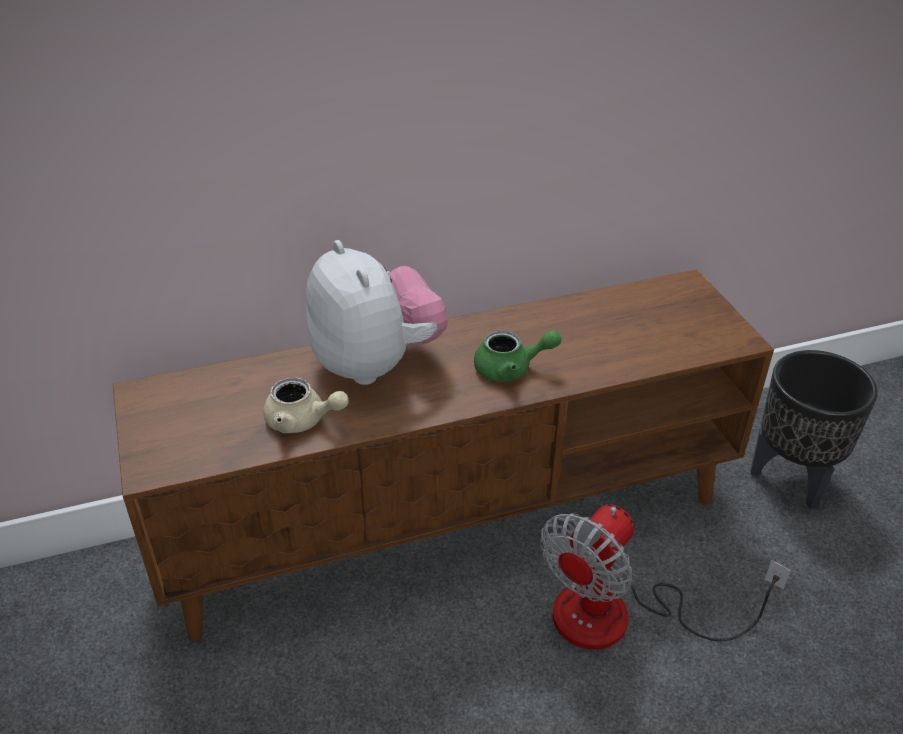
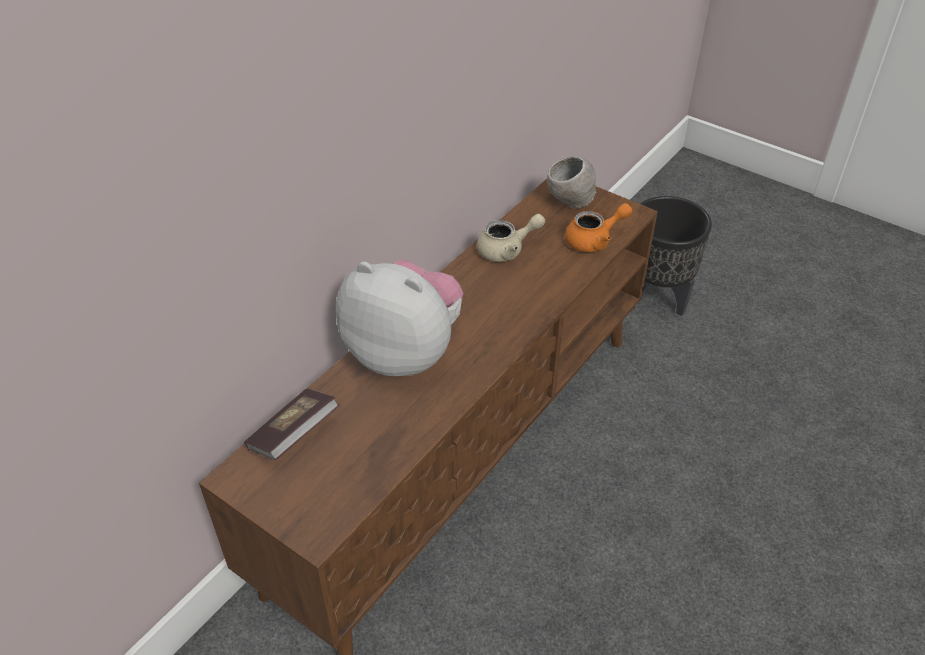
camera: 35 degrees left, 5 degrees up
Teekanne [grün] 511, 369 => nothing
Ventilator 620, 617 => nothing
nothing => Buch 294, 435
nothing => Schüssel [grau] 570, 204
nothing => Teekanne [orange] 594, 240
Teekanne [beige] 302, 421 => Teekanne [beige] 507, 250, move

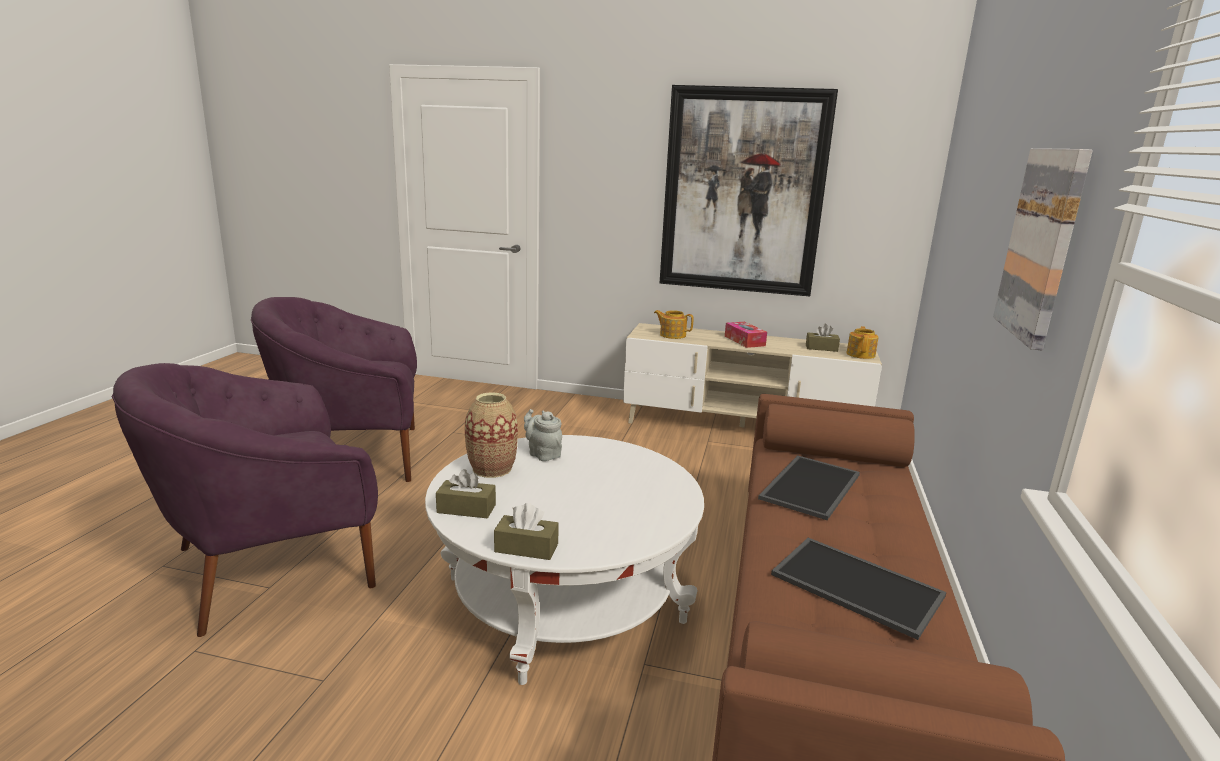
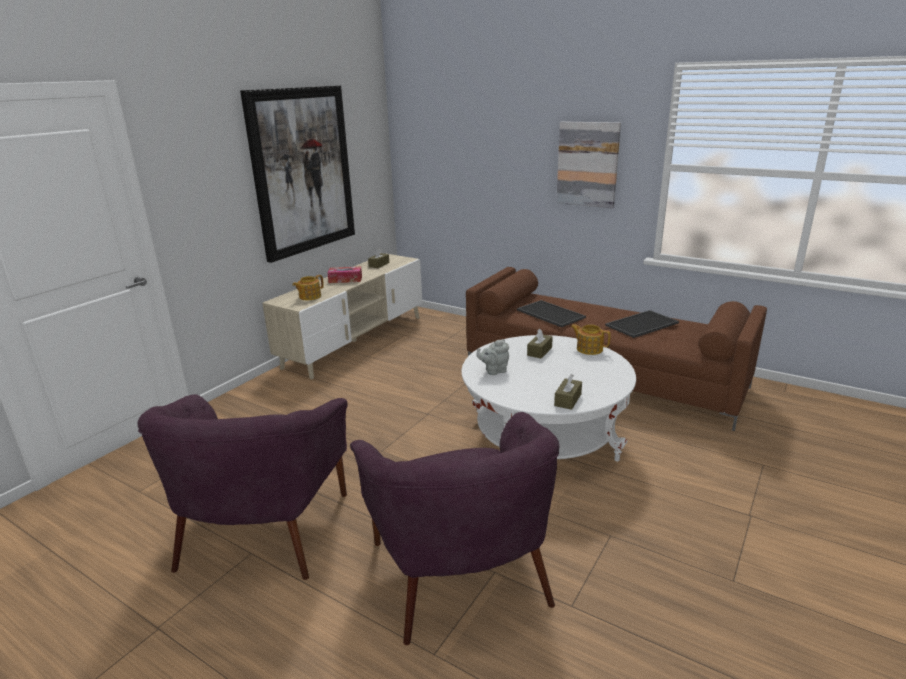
camera: 70 degrees left, 5 degrees up
Vase 492, 469 => nothing
Taschentuchbox [braun] 526, 548 => Taschentuchbox [braun] 539, 351, move
Teekanne 861, 354 => Teekanne 589, 349, move

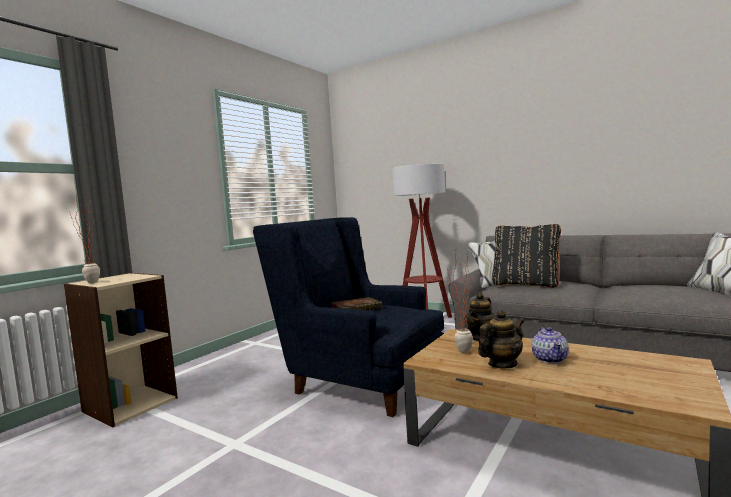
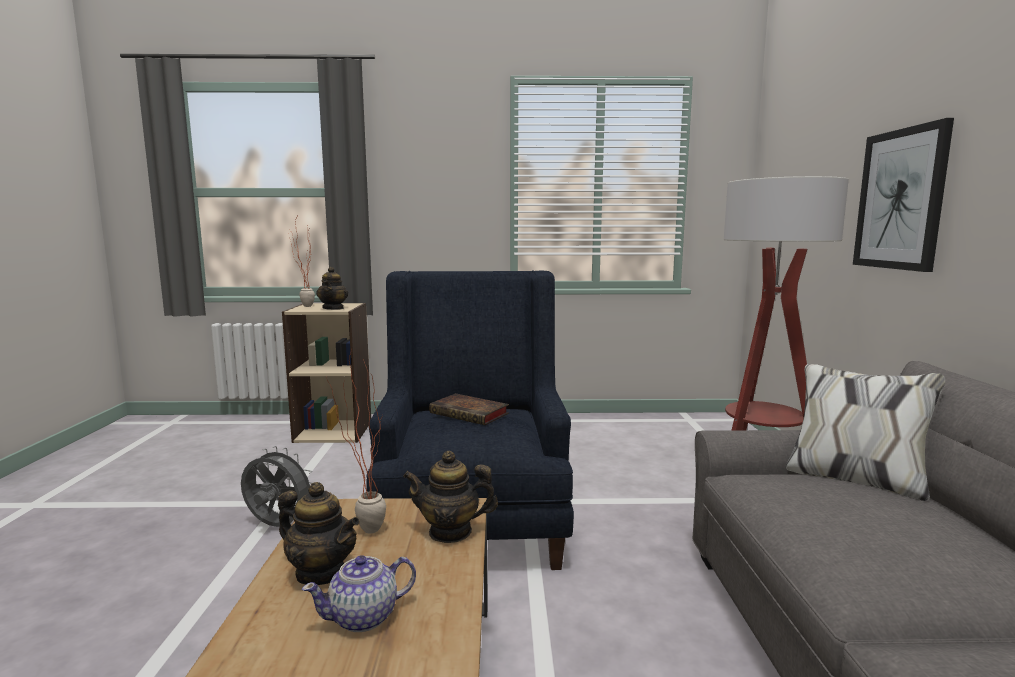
camera: 55 degrees right, 5 degrees up
Kissen [schwarz] 526, 284 => nothing
nothing => Ventilator [grau] 278, 527
nothing => Teekanne 333, 308
nothing => Bild 900, 199

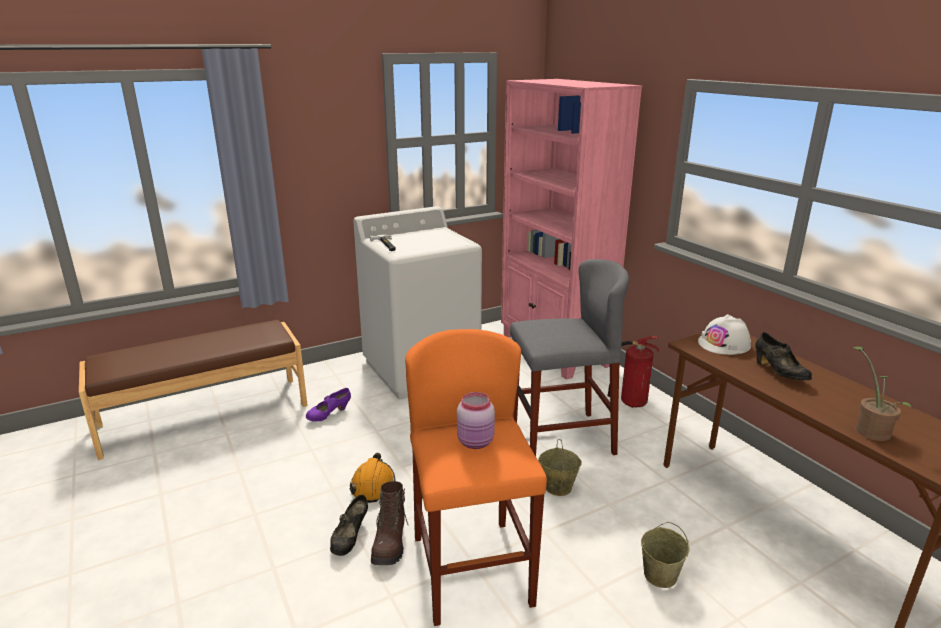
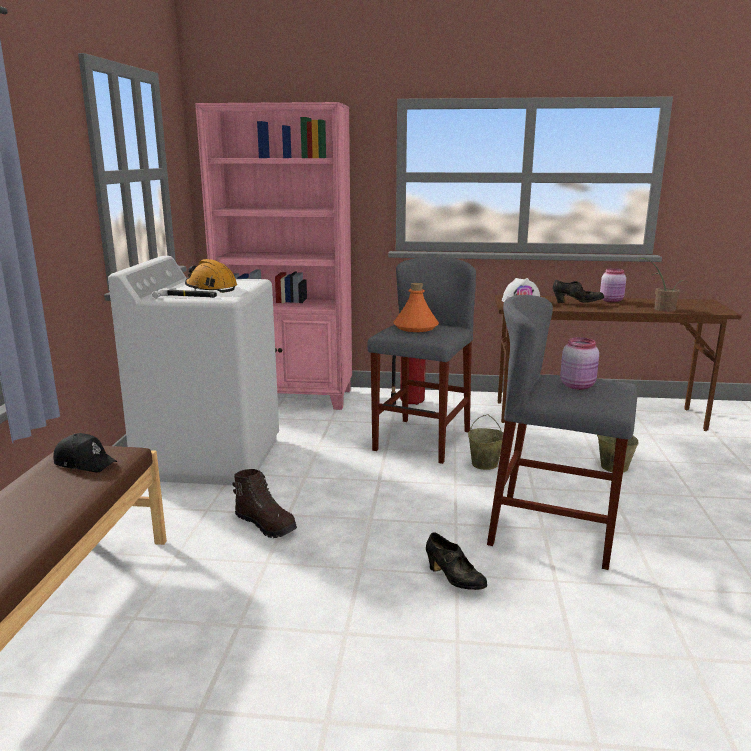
camera: 55 degrees left, 5 degrees down
Schuh [lila] 329, 415 => nothing
nothing => Kappe [schwarz] 85, 462
nothing => Flasche [orange] 415, 327
nothing => Vorratsglas [rosa] 612, 301
Schutzhelm [orange] 373, 485 => Schutzhelm [orange] 211, 288, move
Stiefel [braun] 390, 542 => Stiefel [braun] 266, 524, move
Hocker [orange] 472, 570 => Hocker [grau] 553, 532

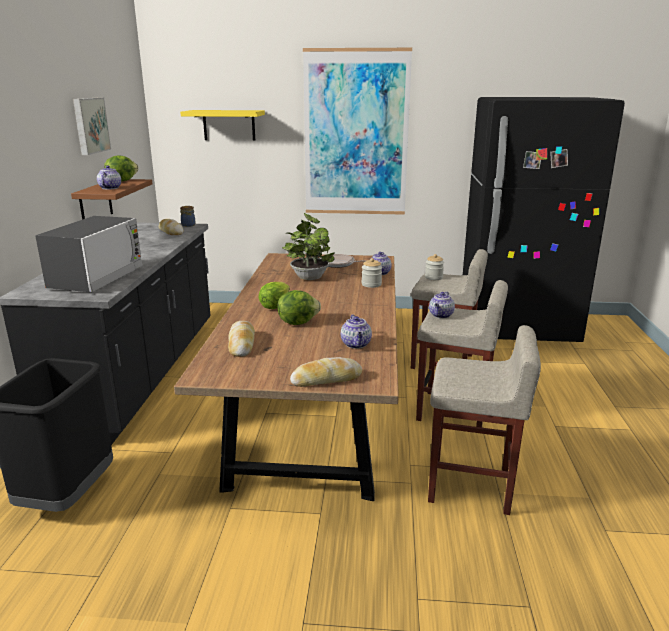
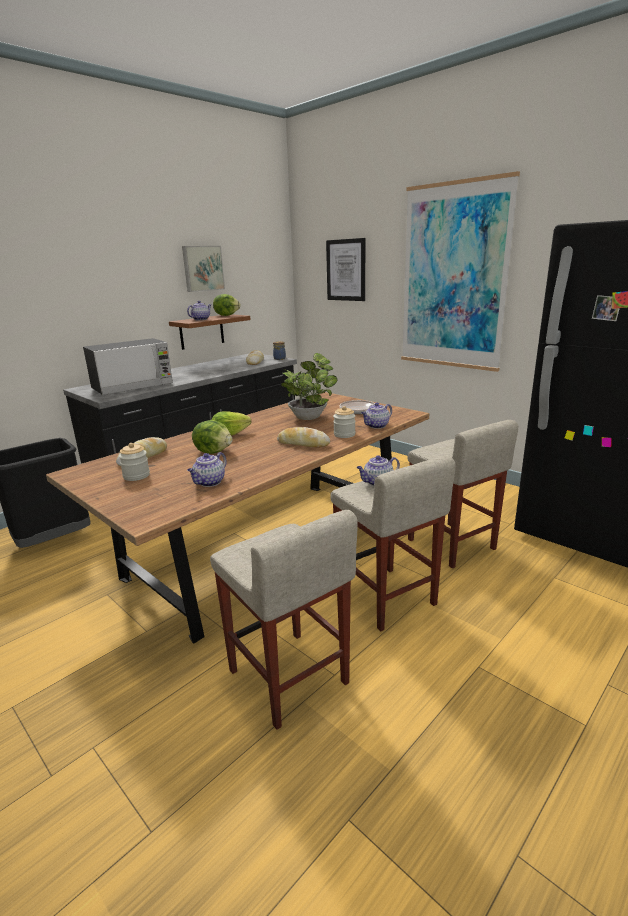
camera: 40 degrees right, 0 degrees up
Brot 326, 379 => Brot 303, 444, move
Vorratsglas 433, 277 => Vorratsglas 136, 476, move
Wandregal [gelb] 229, 125 => Bild 346, 270

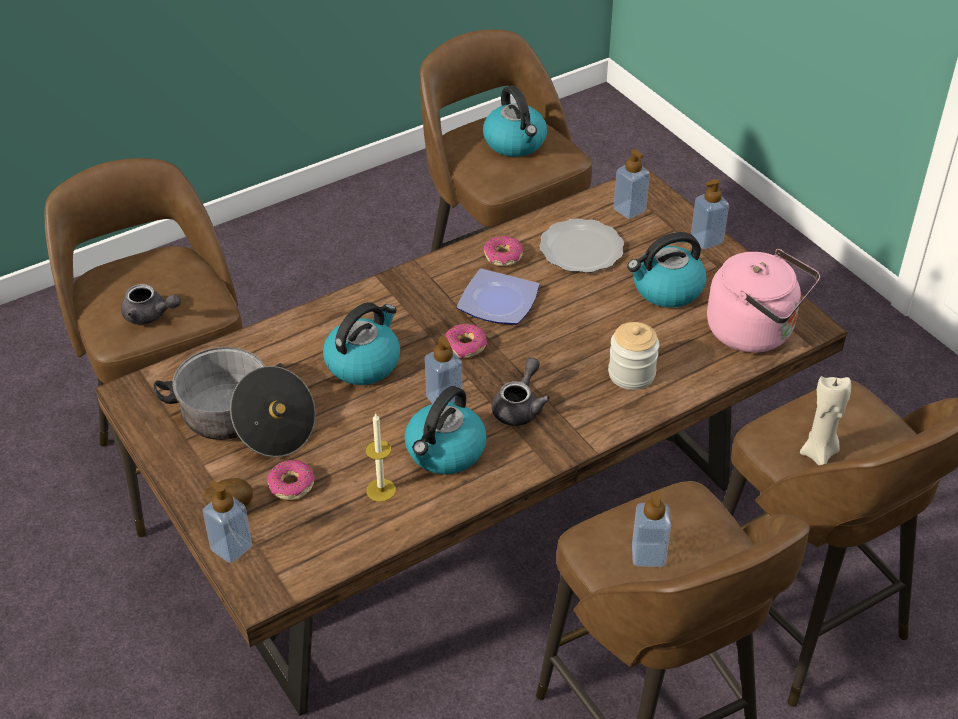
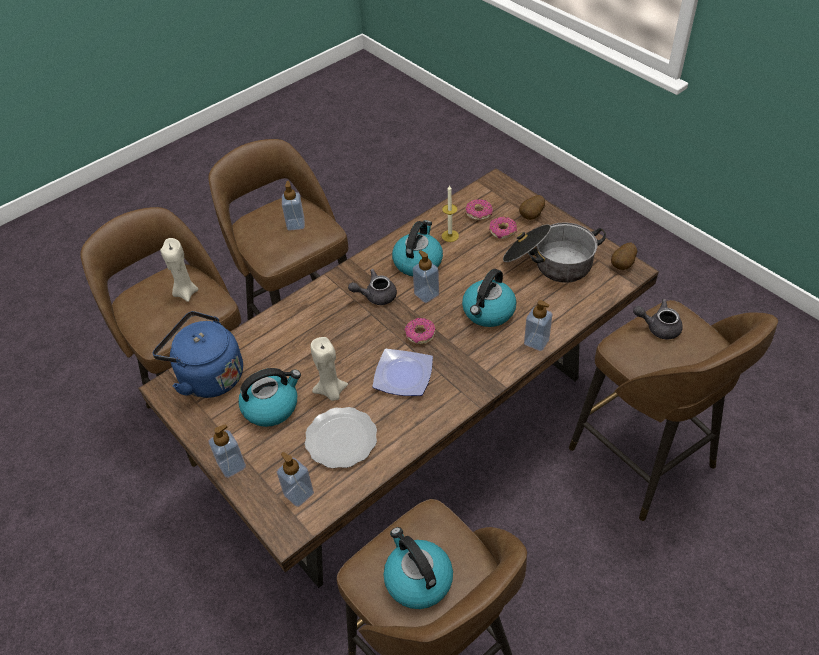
camera: 175 degrees right, 5 degrees up
Vorratsglas 631, 374 => nothing
nothing => Kerze [beige] 331, 391
nothing => Kartoffel 623, 265
Seifenspender 231, 547 => Seifenspender 536, 342, move
Donut 503, 257 => Donut 478, 213, move
Wasserkessel [rosa] 755, 332 => Wasserkessel [blau] 208, 376
Teekanne [grau] 520, 407 => Teekanne [grau] 376, 296, 60 degrees clockwise

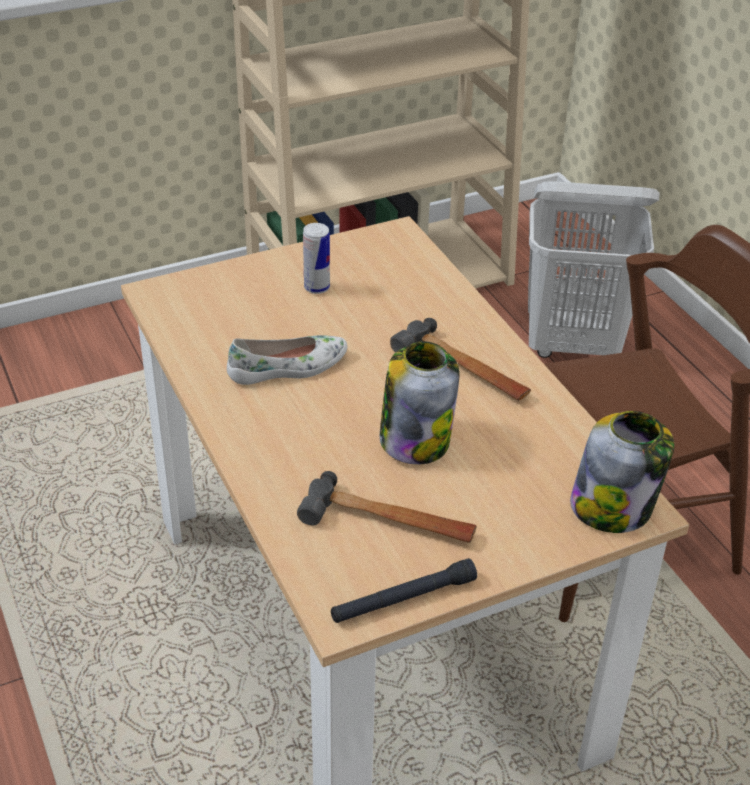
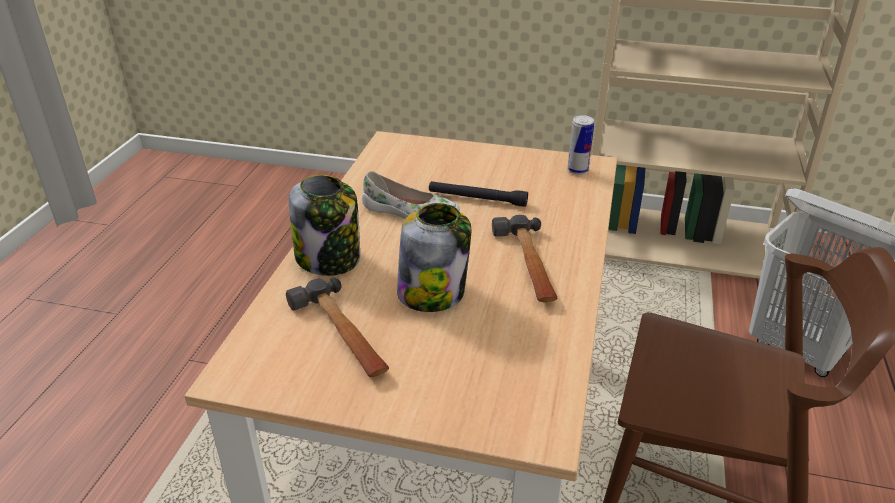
camera: 40 degrees right, 5 degrees down
Dose 317, 287 => Dose 577, 170, move
Taschenlampe [schwarz] 403, 599 => Taschenlampe [schwarz] 477, 199, move
Vorratsglas 613, 507 => Vorratsglas 329, 259, move

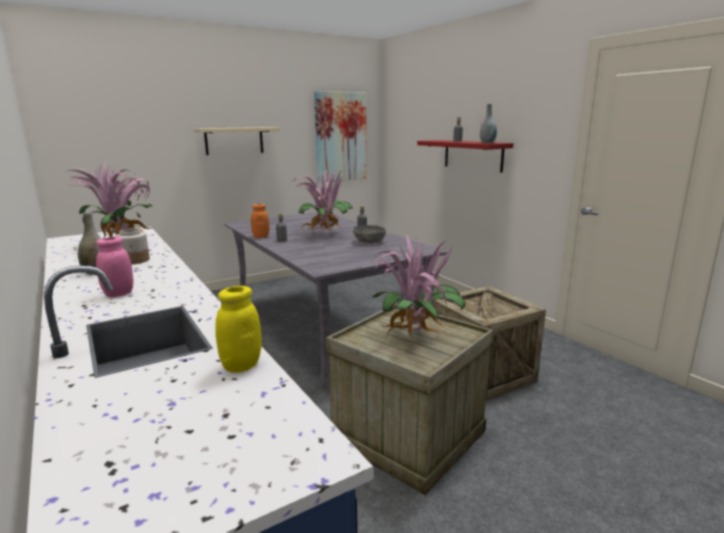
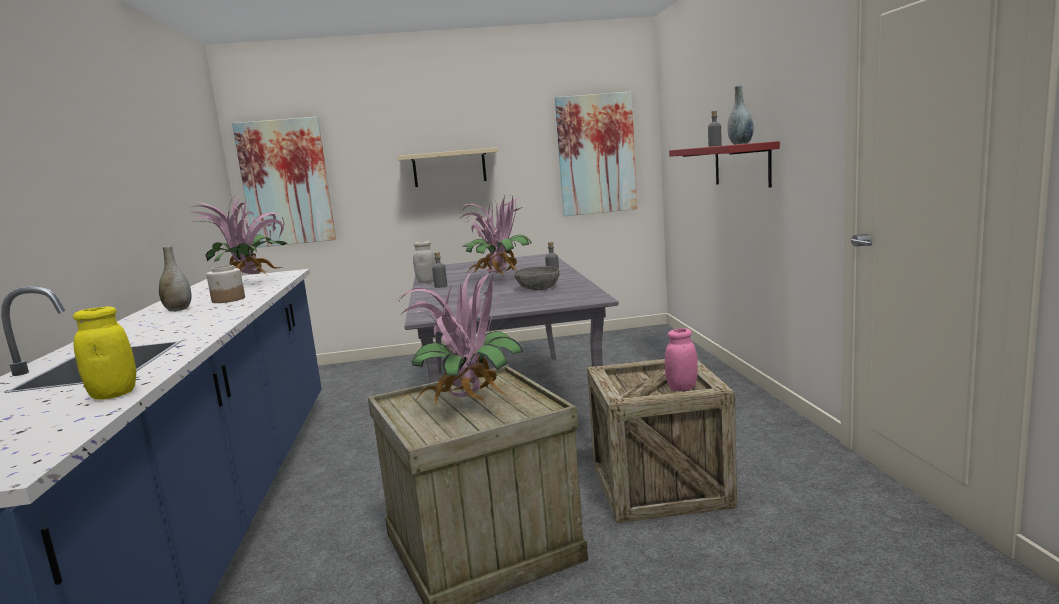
camera: 25 degrees right, 5 degrees down
nothing => Bild 286, 183
Vorratsglas [rosa] 118, 294 => Vorratsglas [rosa] 682, 388, move
Vorratsglas [orange] 261, 237 => Vorratsglas [weiß] 426, 282

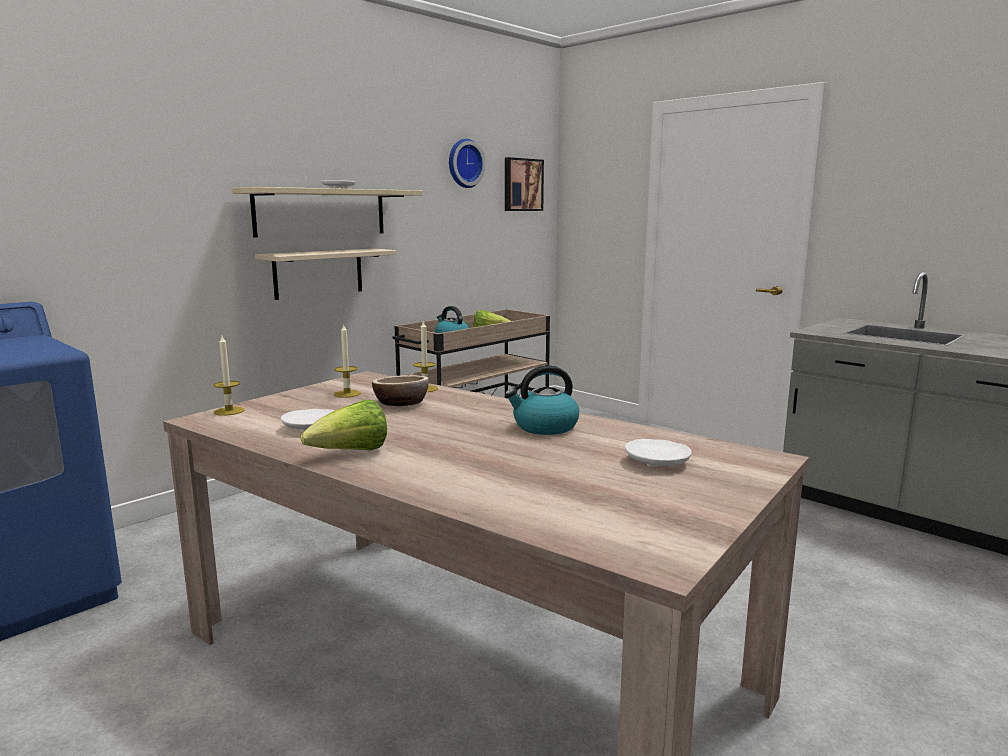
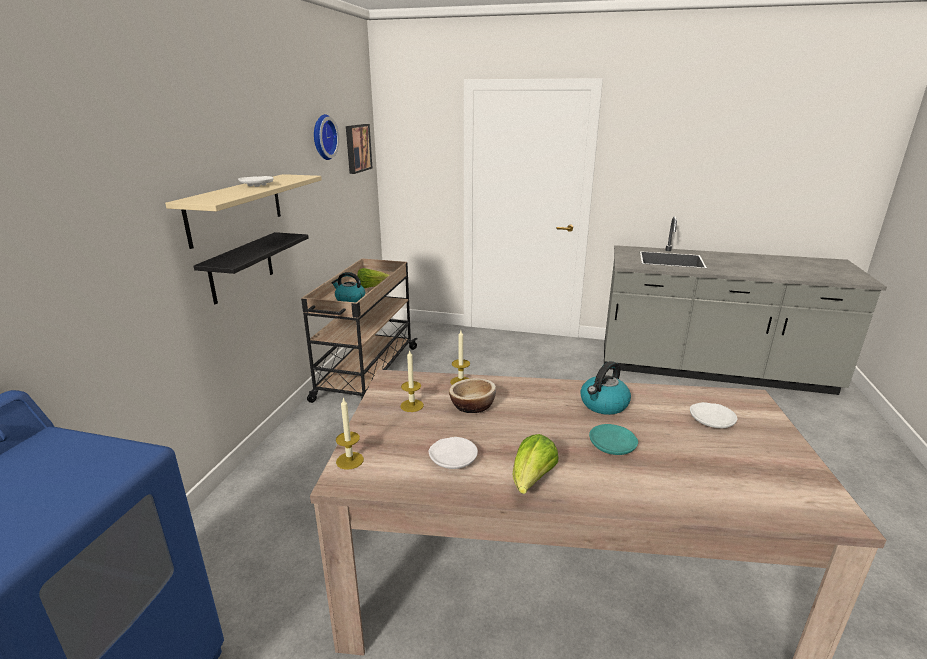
camera: 30 degrees left, 10 degrees up
nothing => Teller [türkis] 612, 446
Wandregal [beige] 318, 273 => Wandregal [schwarz] 241, 267

